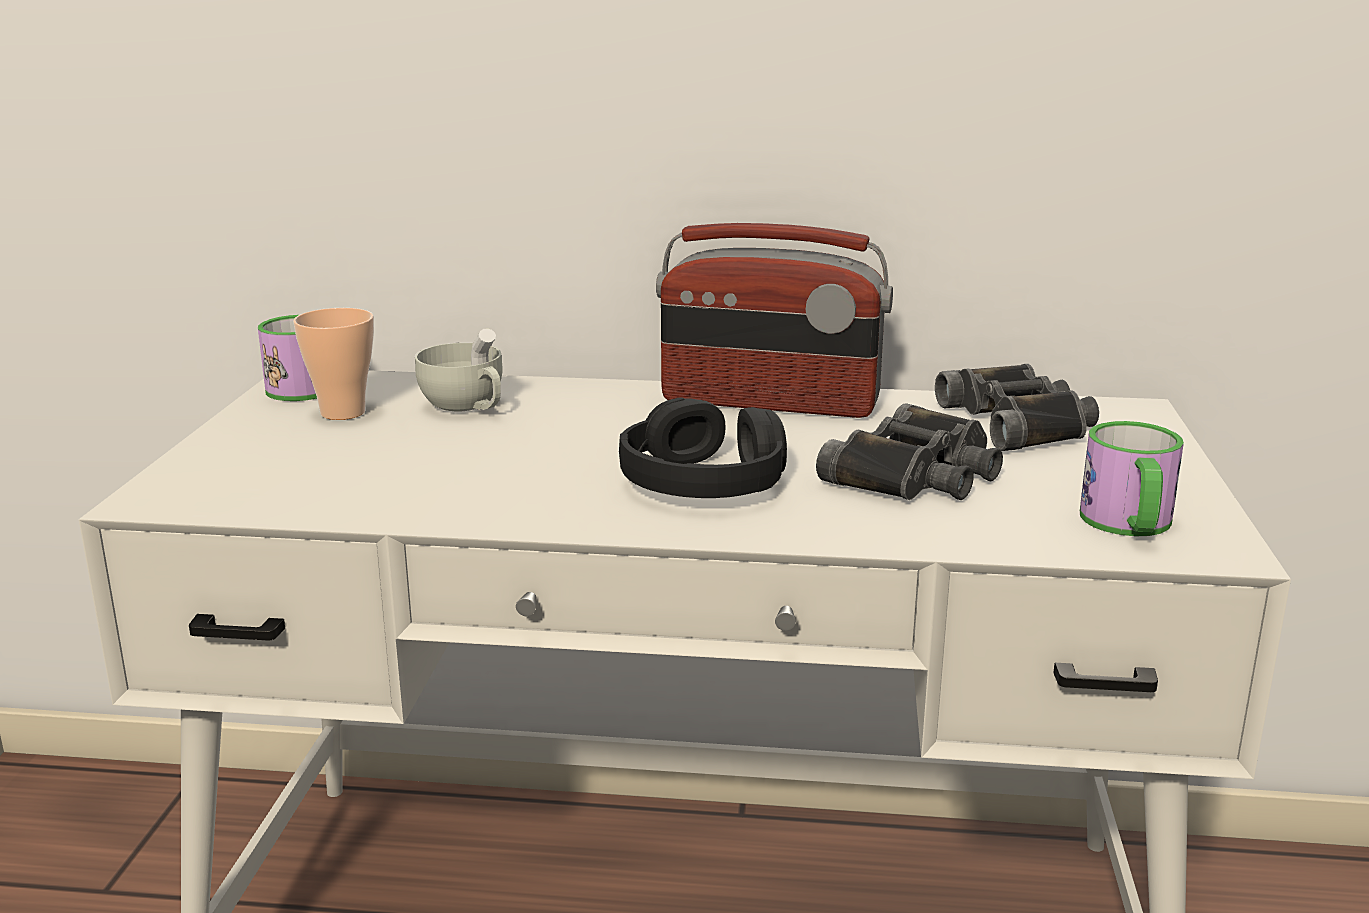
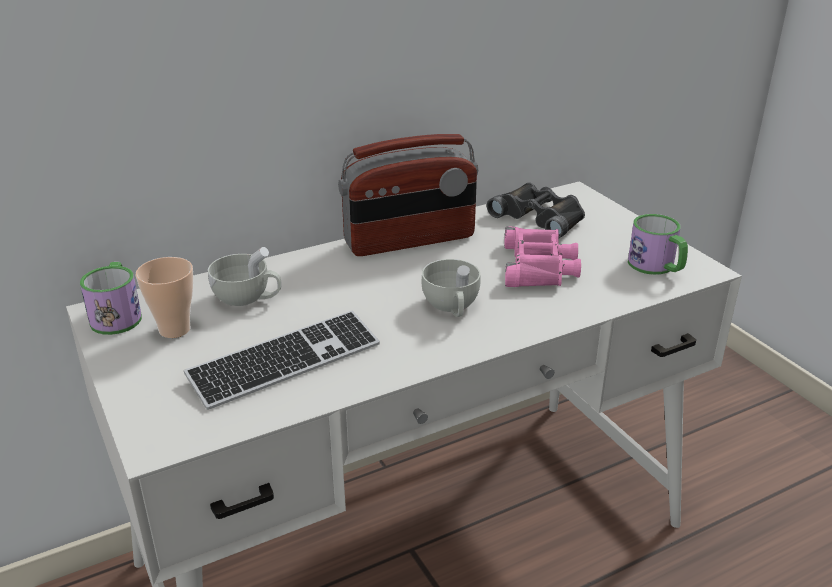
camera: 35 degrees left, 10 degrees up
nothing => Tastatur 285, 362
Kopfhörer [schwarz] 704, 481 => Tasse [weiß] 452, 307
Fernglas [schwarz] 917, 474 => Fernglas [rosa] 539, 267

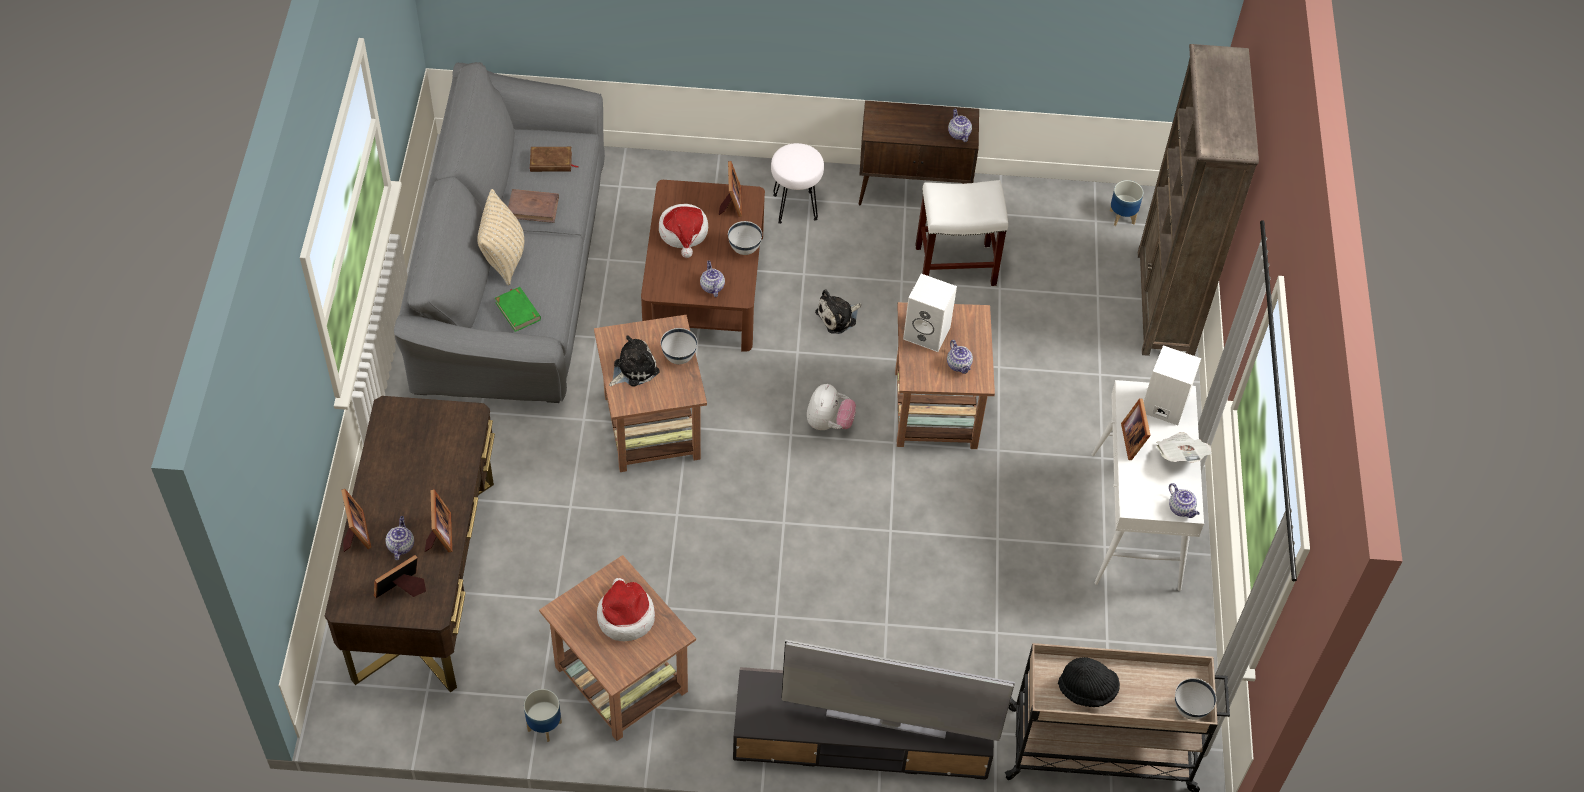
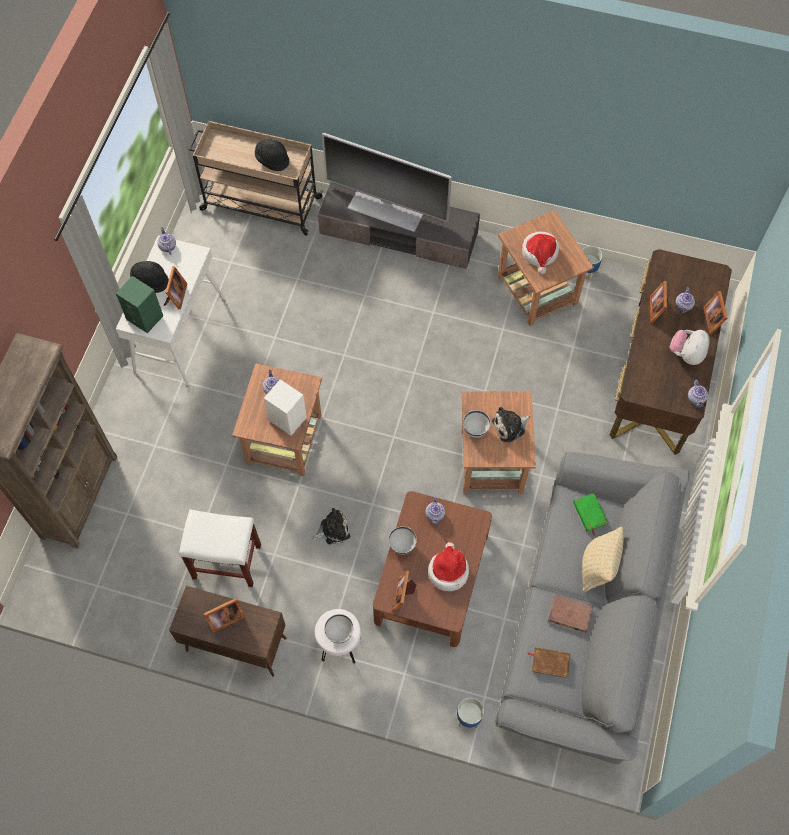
camera: 165 degrees left, 10 degrees up
Bilderrahmen 402, 590 => Bilderrahmen 224, 618, move
Plüschtier 829, 423 => Plüschtier 686, 354, move
Teekanne 958, 133 => Teekanne 696, 399, move
Pflanzkübel 1121, 217 => Pflanzkübel 469, 717, move
Schüssel [weiß] 1190, 709 => Schüssel [weiß] 339, 633, move
Zeitung 1180, 455 => Hut [schwarz] 150, 281
Lautsprecher [weiß] 1162, 406 => Lautsprecher [grün] 146, 317

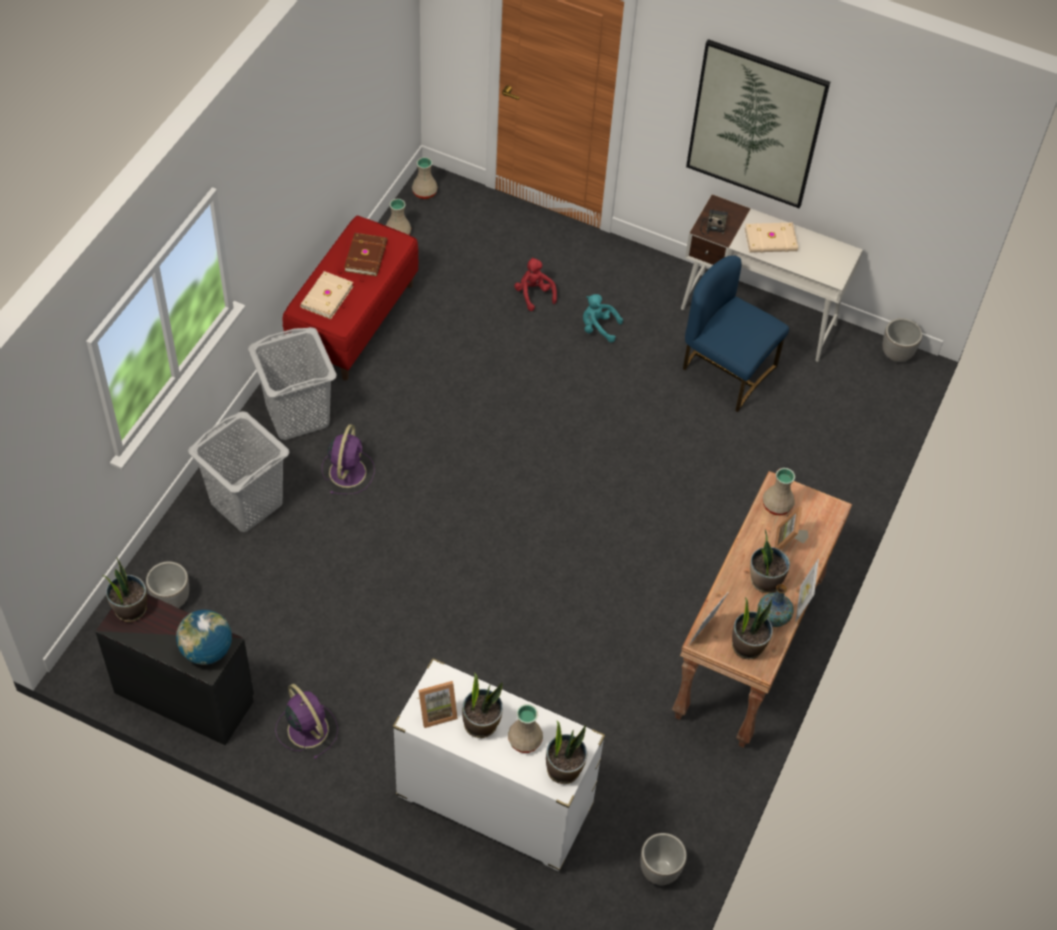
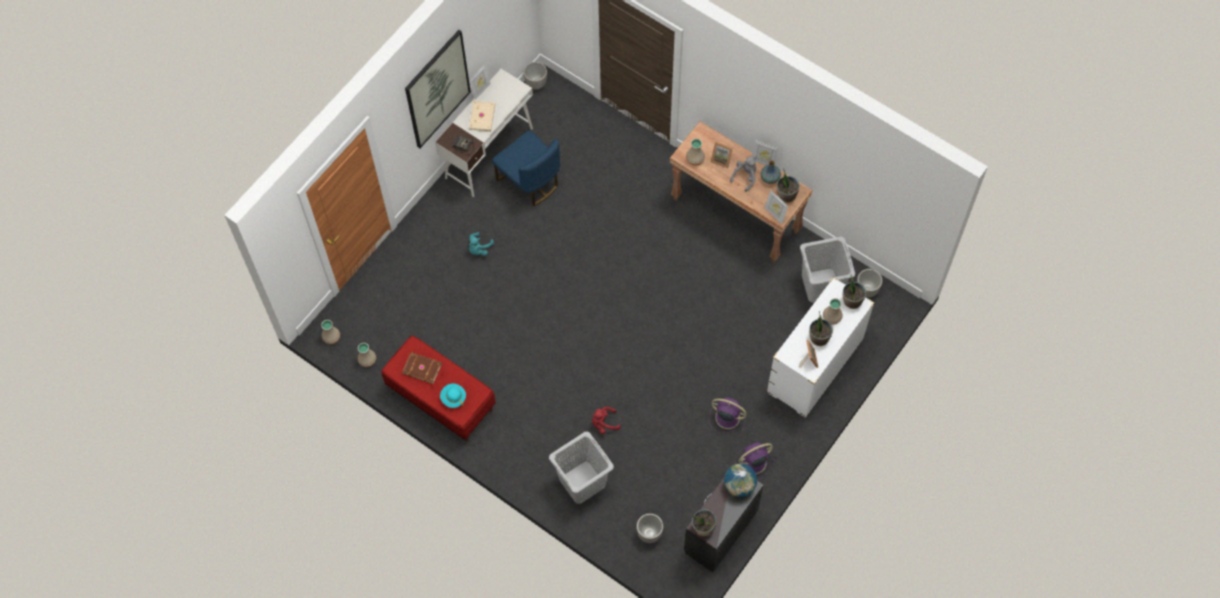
camera: 75 degrees left, 10 degrees up
nothing => Bilderrahmen 480, 90
Wäschekorb [grau] 297, 415 => Wäschekorb [grau] 822, 285, move
Ventilator [lila] 348, 471 => Ventilator [lila] 726, 417, move
Plüschtier [rot] 534, 294 => Plüschtier [rot] 604, 423, move
Buch [beige] 326, 297 => Hut [türkis] 453, 398
Topfpflanze 765, 580 => Plüschtier [grau] 745, 177
Stuhl [blau] 726, 370 => Stuhl [blau] 529, 181, 90 degrees counterclockwise

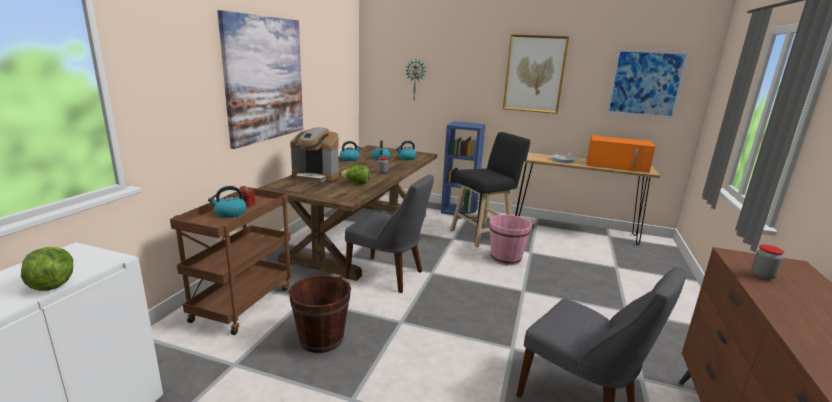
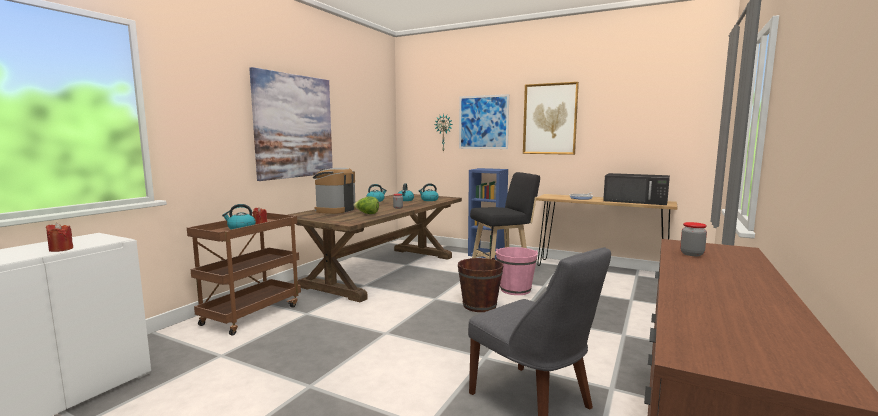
camera: 10 degrees right, 10 degrees down
Stuhl [grau] 388, 275 => nothing
Eimer [braun] 321, 339 => Eimer [braun] 479, 305, move
Bild 645, 83 => Bild 483, 122, move
Salatkopf 52, 283 => Kerze [rot] 61, 249
Mikrowelle [orange] 617, 165 => Mikrowelle [schwarz] 636, 201
Kaffeemaschine 315, 176 => Kaffeemaschine 335, 210, 90 degrees clockwise

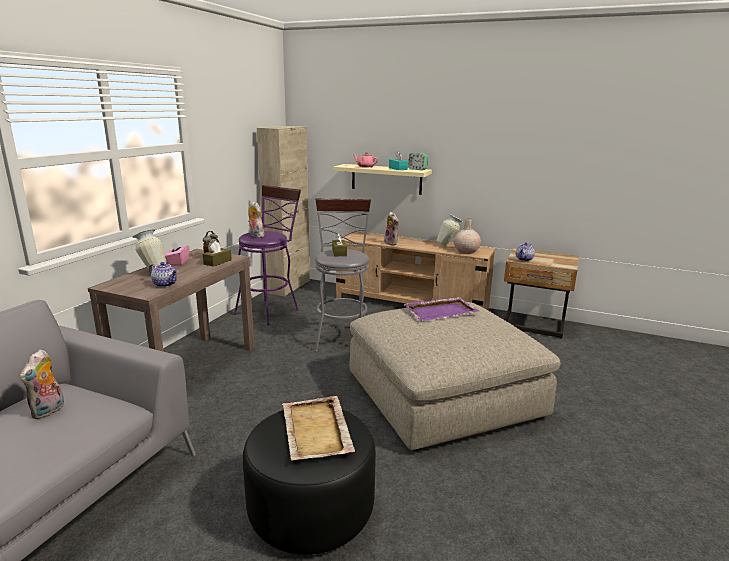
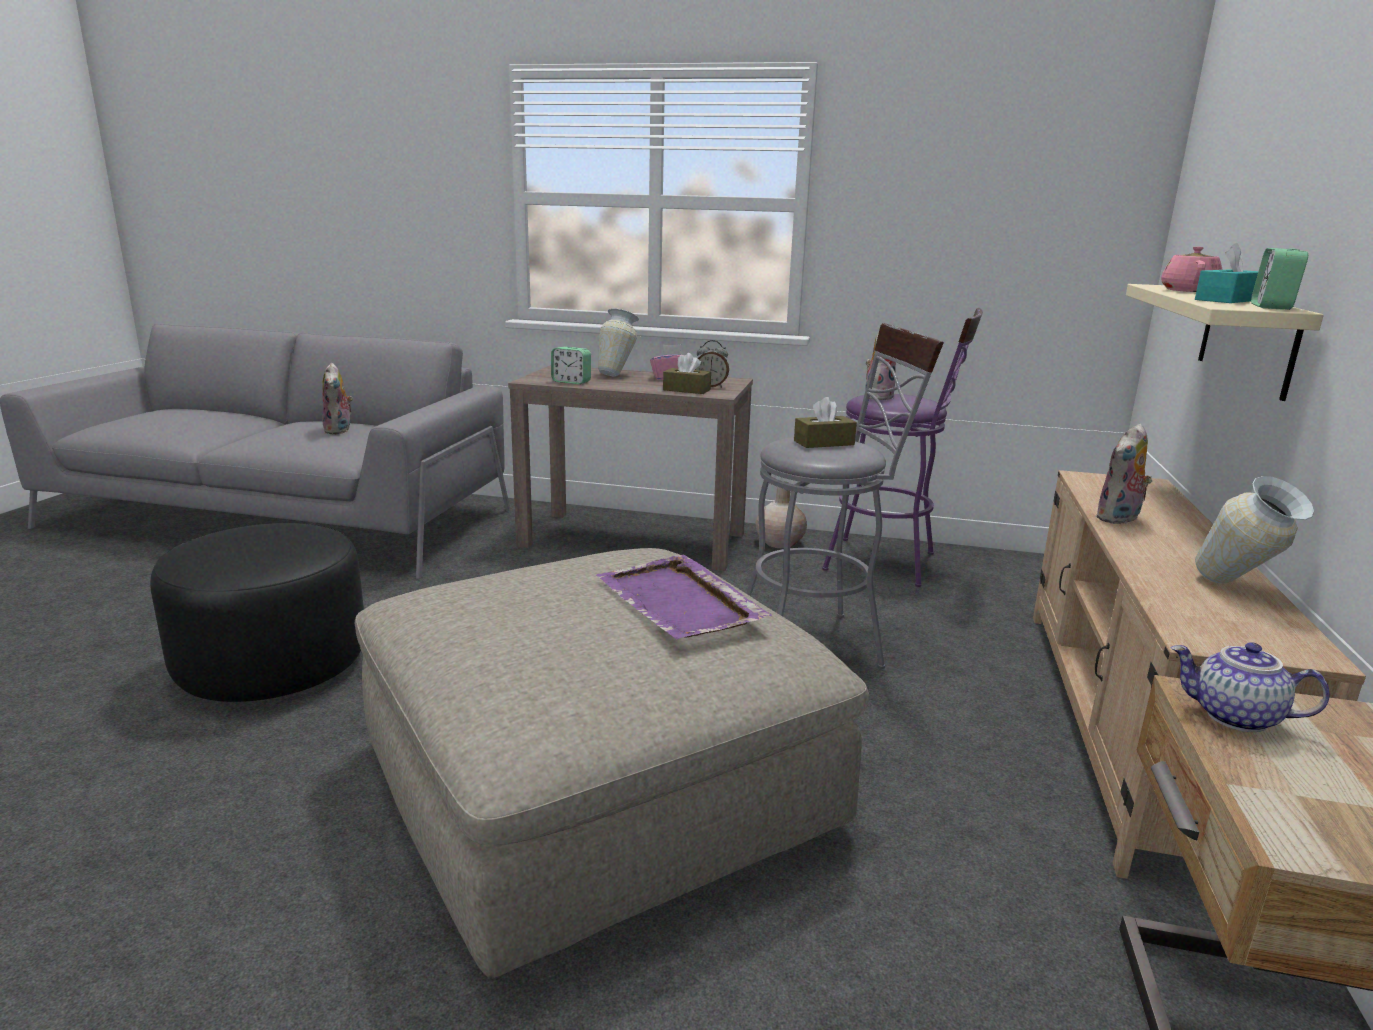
camera: 80 degrees right, 0 degrees up
Schrank [beige] 288, 287 => nothing
Tablett [beige] 316, 430 => nothing
Vase [beige] 466, 251 => Vase [beige] 779, 543, move
Teekanne 165, 284 => Wecker 571, 382
Plüschtier 49, 411 => Plüschtier 339, 431, 105 degrees counterclockwise

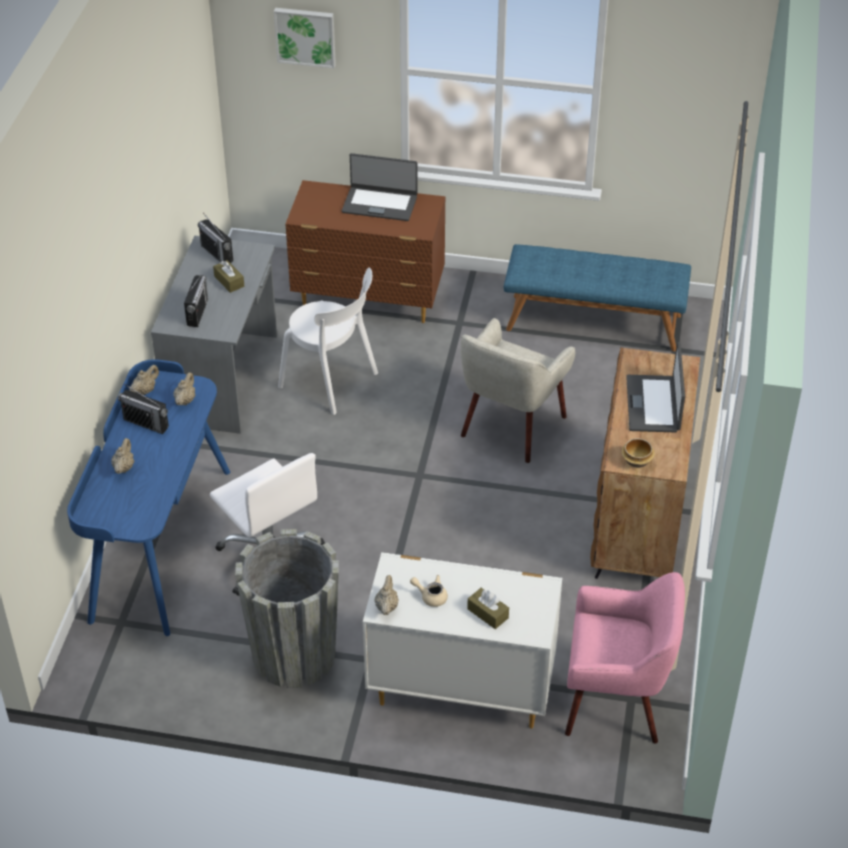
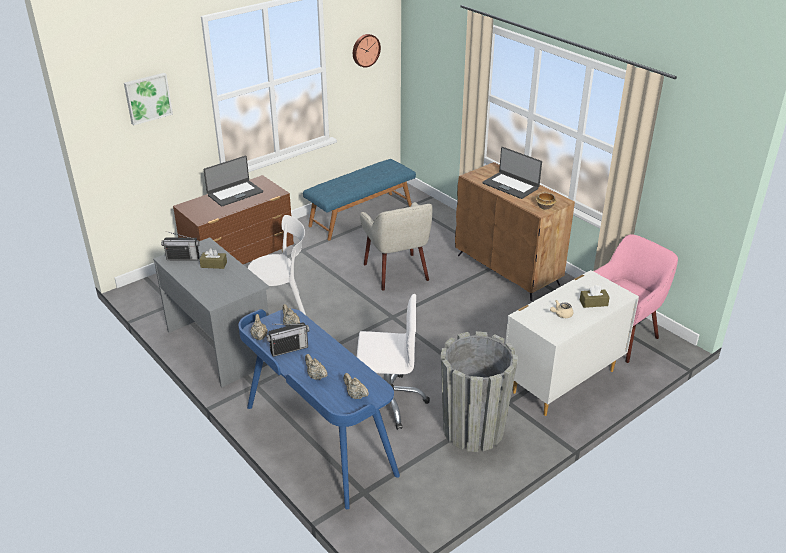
camera: 50 degrees left, 10 degrees down
Radio 197, 312 => nothing
nothing => Wanduhr 365, 50
Teekanne [beige] 386, 606 => Teekanne [beige] 355, 395, move

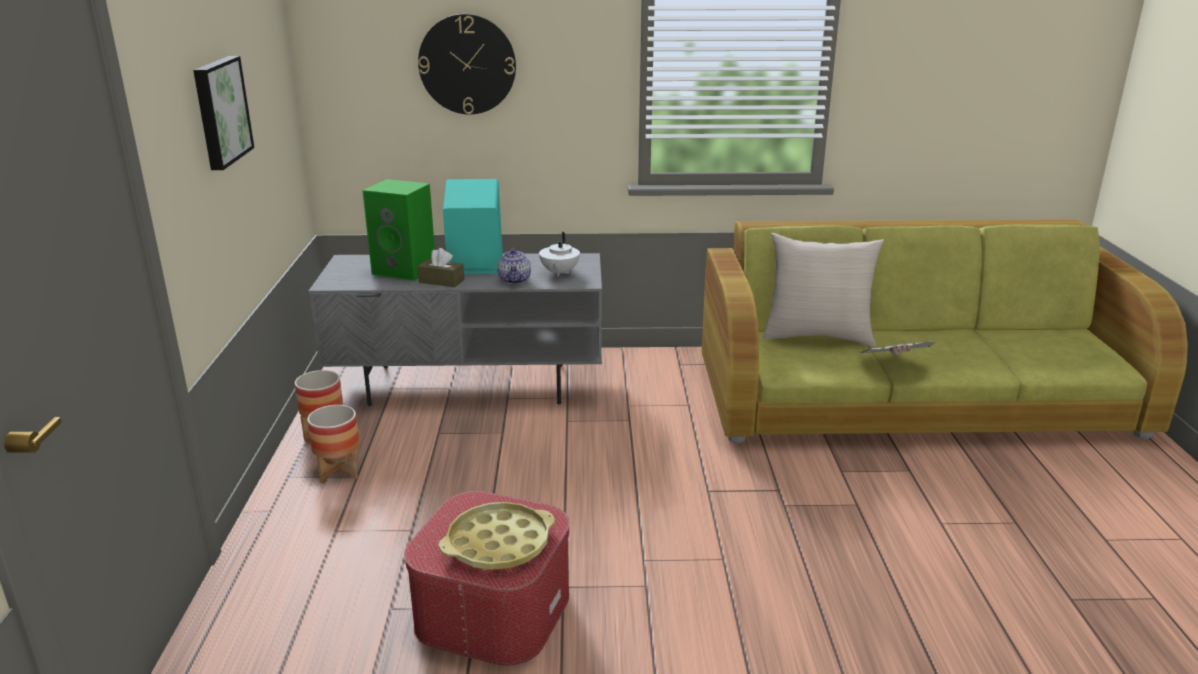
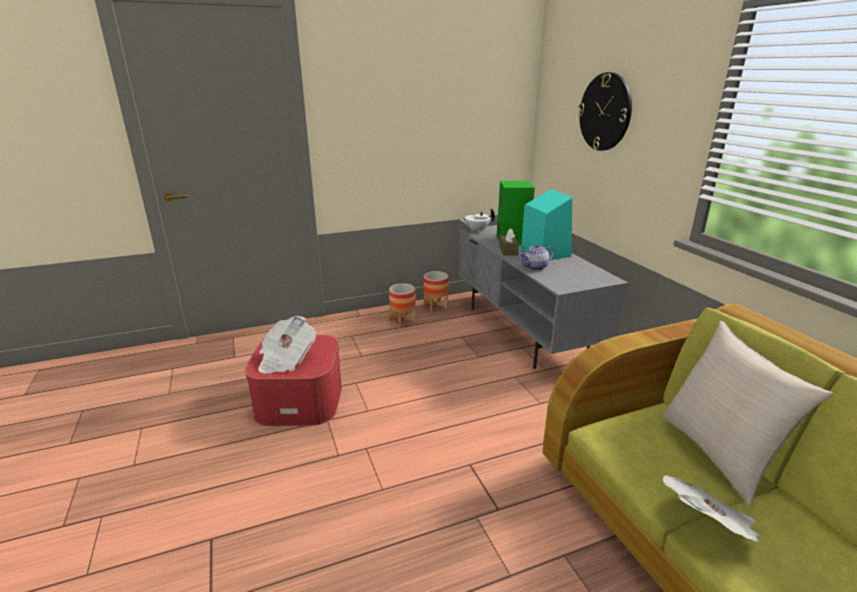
camera: 70 degrees right, 0 degrees up
Bild 219, 111 => nothing
Teekanne [weiß] 559, 273 => Teekanne [weiß] 476, 230, move
Tablett [gelb] 498, 544 => Zeitung 286, 359

